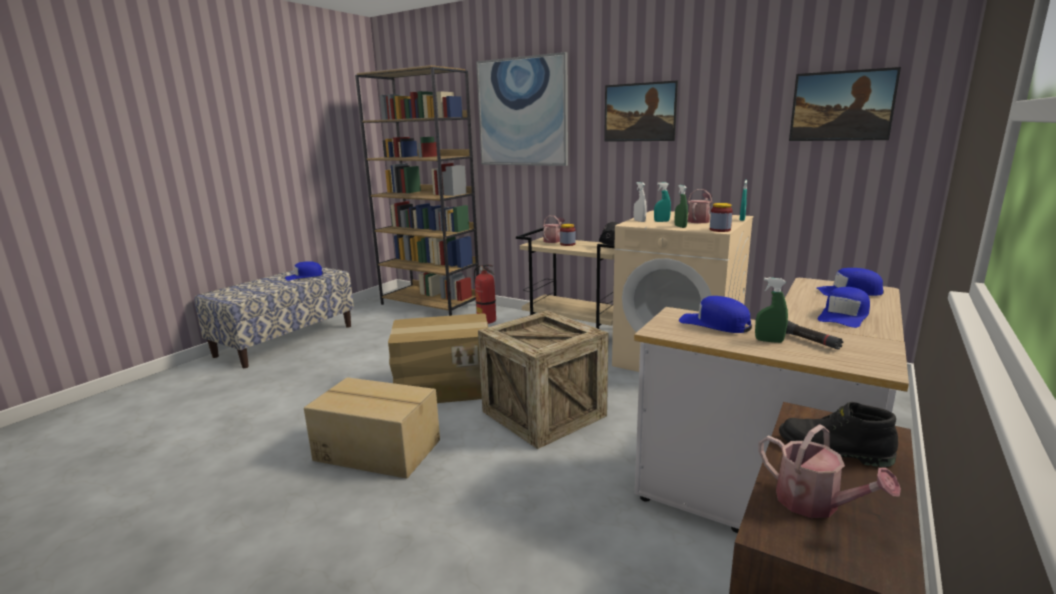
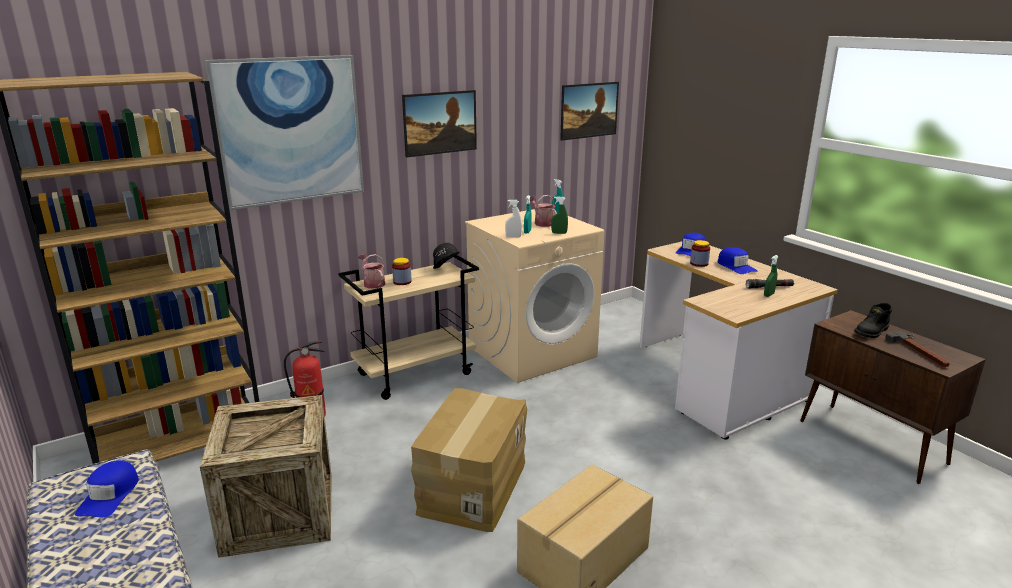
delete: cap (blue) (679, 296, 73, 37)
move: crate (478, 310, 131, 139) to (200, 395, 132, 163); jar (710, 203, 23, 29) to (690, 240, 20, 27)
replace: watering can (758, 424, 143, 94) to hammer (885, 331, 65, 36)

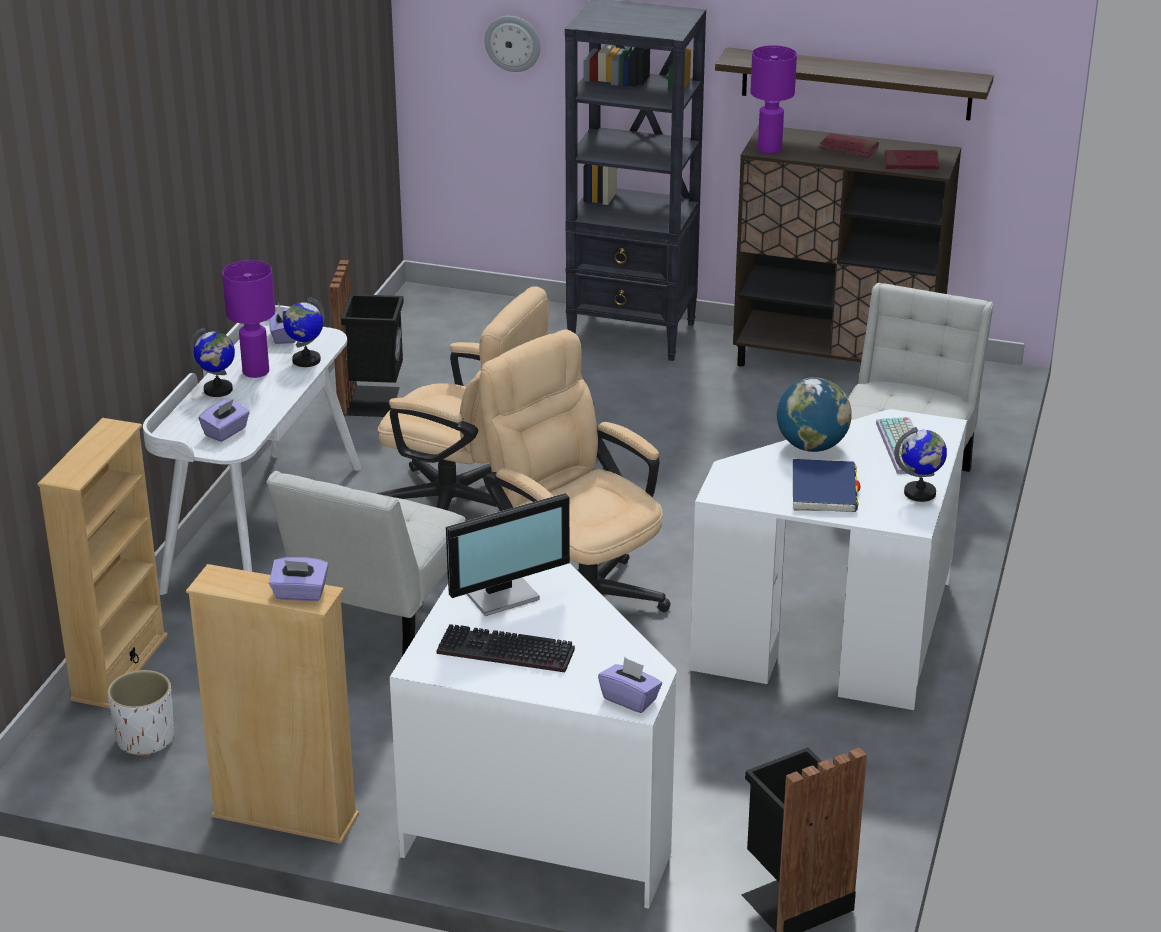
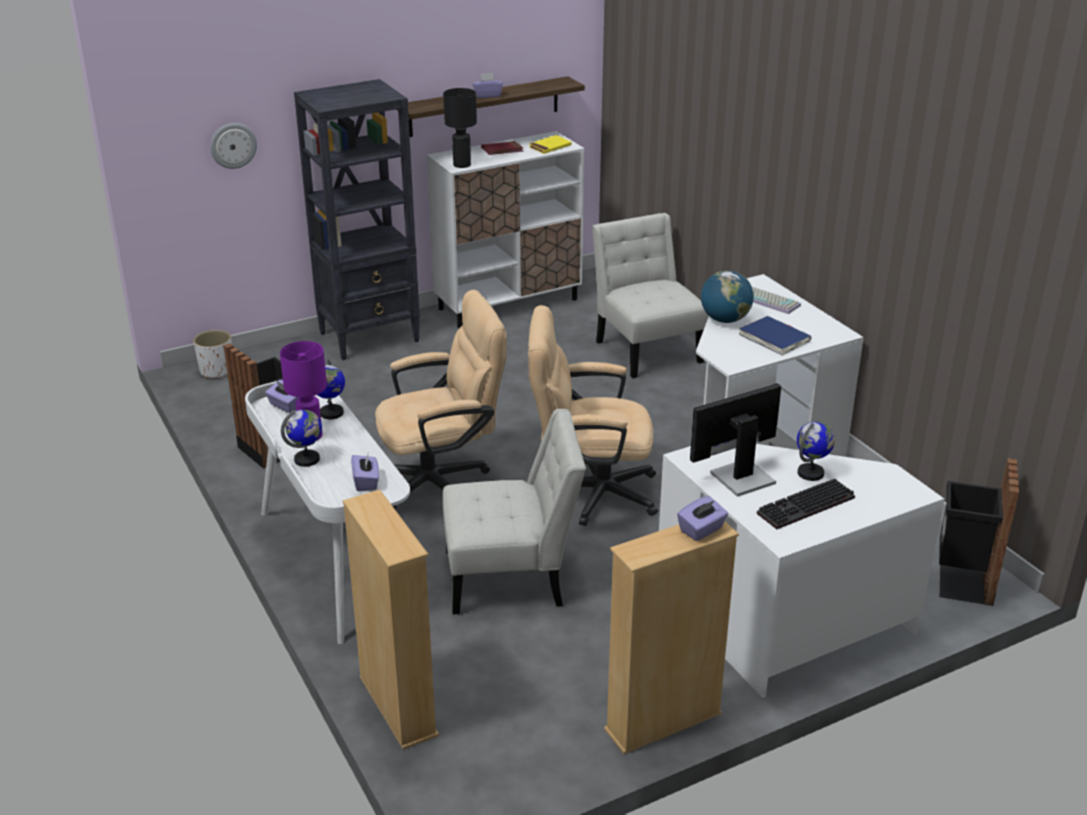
move: planter (white) (107, 670, 67, 87) to (193, 330, 39, 48); tissue box (purple) (598, 657, 64, 56) to (473, 73, 30, 25); globe (894, 427, 53, 75) to (797, 421, 38, 60)
recolor: cabinet (brown) (733, 125, 228, 242) to cabinet (white) (427, 131, 157, 197); table lamp (purple) (750, 45, 47, 109) to table lamp (black) (443, 88, 34, 80); book (red) (885, 150, 54, 20) to book (yellow) (529, 135, 43, 19)
rotate: chair (white) (266, 471, 200, 185) = (443, 409, 143, 206) 75 degrees counterclockwise; monitor (446, 493, 124, 123) = (690, 383, 91, 114) 135 degrees counterclockwise

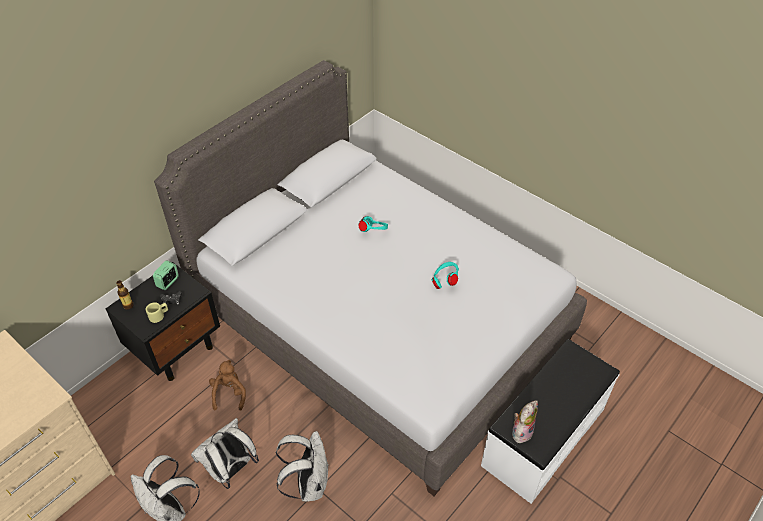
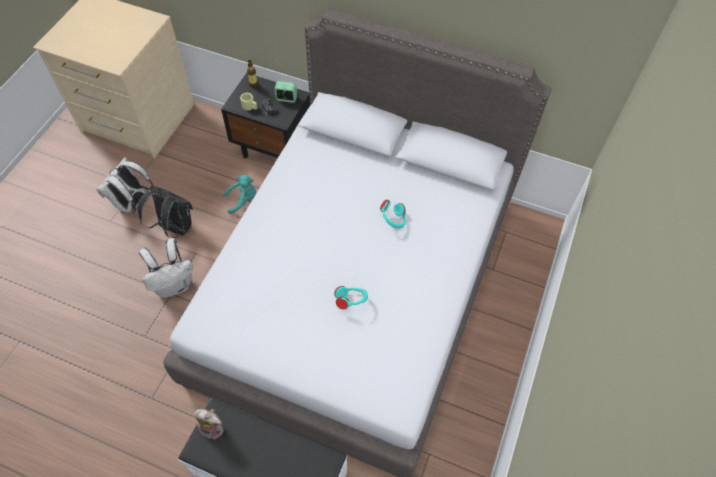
recolor: backpack (white) (191, 418, 68, 71) to backpack (black) (138, 186, 56, 52); plush toy (brown) (209, 360, 37, 50) to plush toy (turquoise) (223, 175, 33, 39)

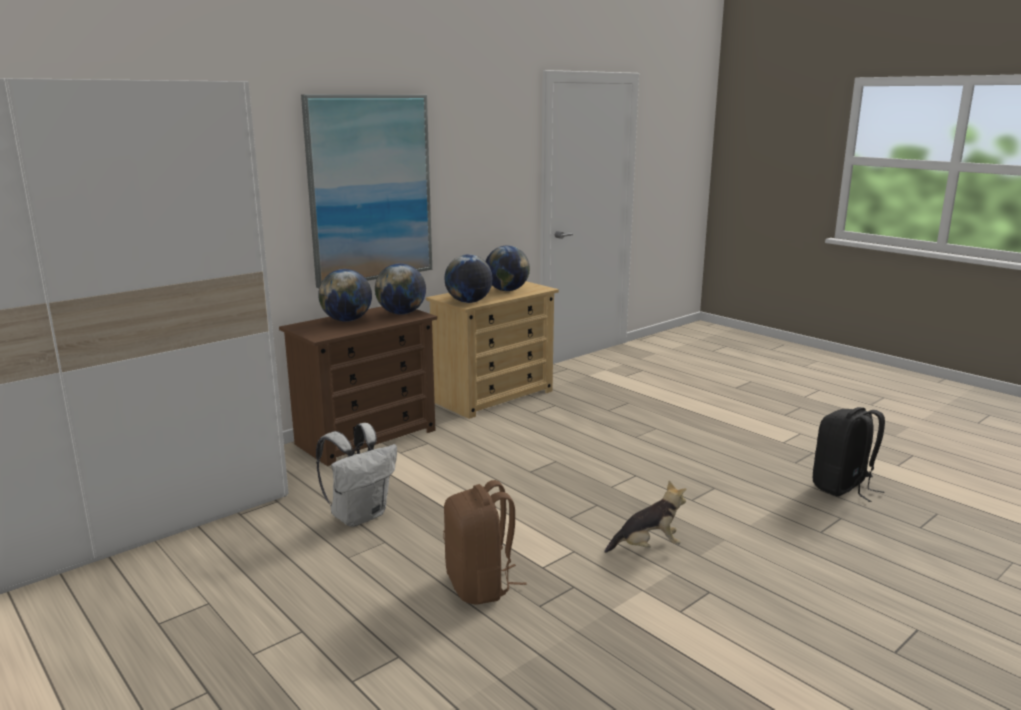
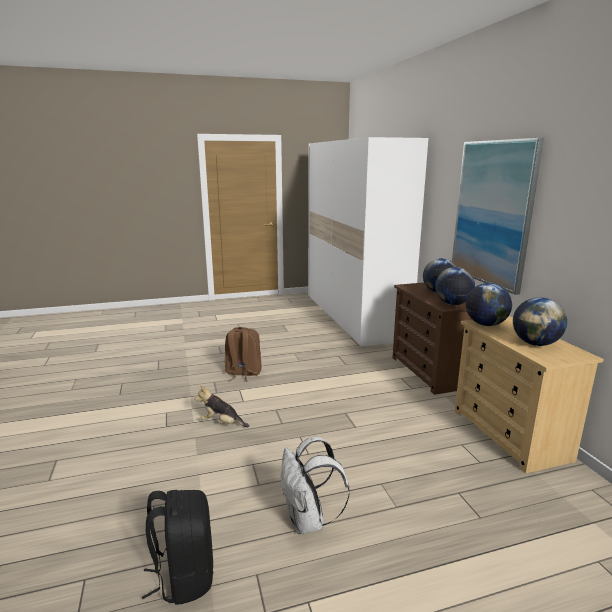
move: backpack (white) (316, 423, 81, 104) to (281, 436, 68, 98)
rotate: plush toy (604, 481, 82, 72) = (195, 385, 55, 42) 90 degrees clockwise

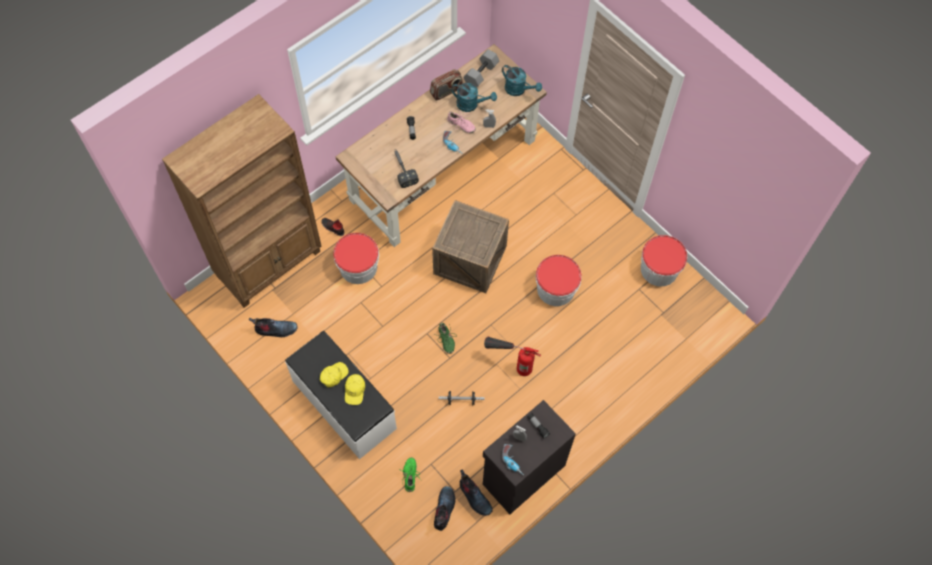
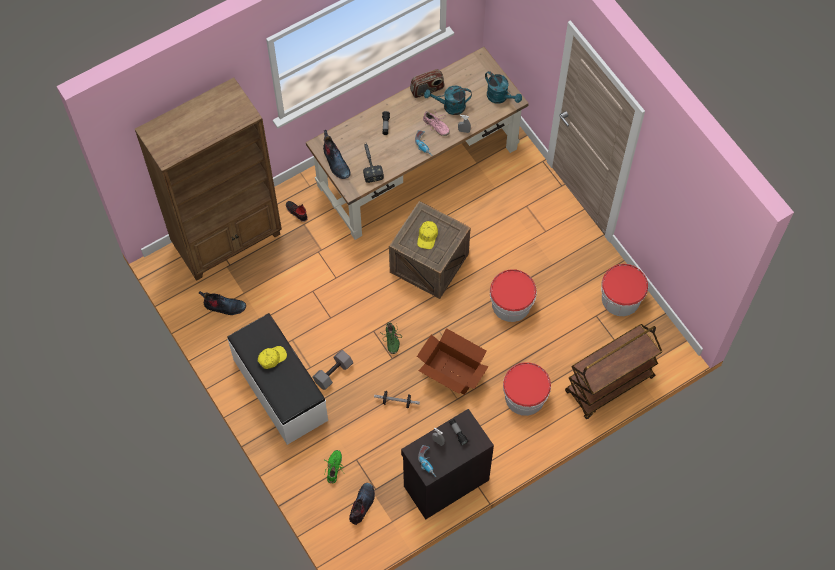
insert: cart (brown) (565, 324, 97, 95)
move: bucket (333, 233, 46, 51) to (503, 362, 48, 54); cap (yellow) (345, 374, 20, 31) to (417, 221, 21, 28); boot (460, 469, 33, 47) to (323, 130, 28, 49); dumbbell (grey) (463, 49, 36, 39) to (312, 350, 42, 40)
replace: fire extinguisher (484, 337, 57, 39) to cardboard box (417, 328, 72, 67)
rotate: watering can (turquoise) (451, 83, 46, 29) = (424, 86, 48, 29) 150 degrees clockwise

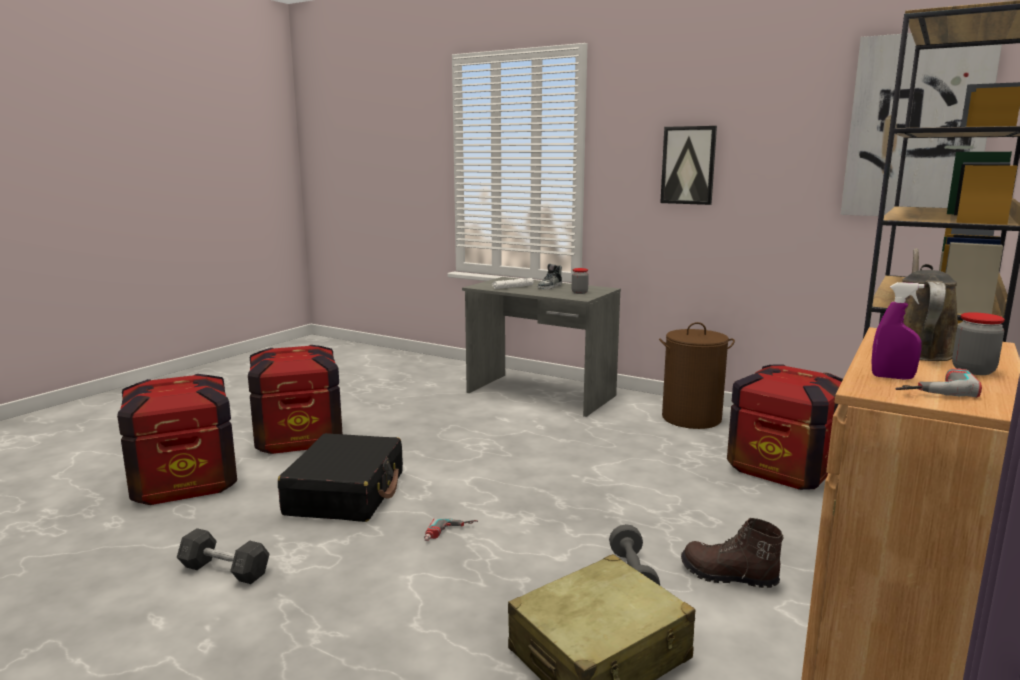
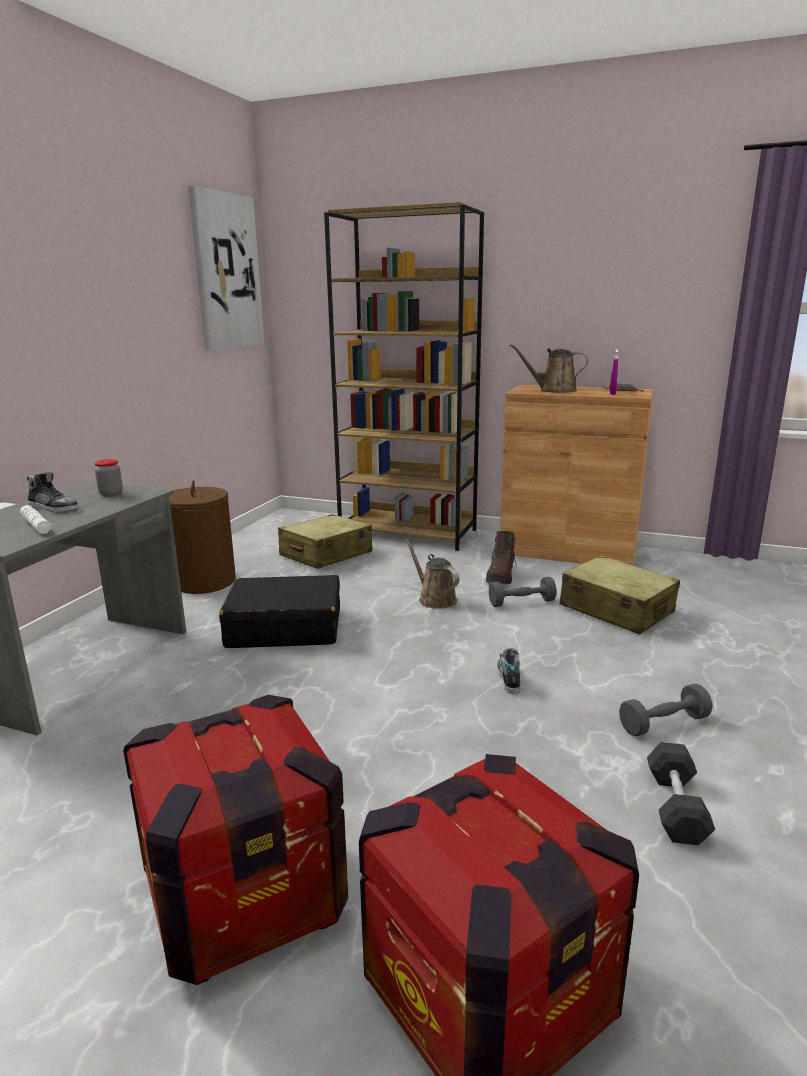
delete: picture (660, 126, 57, 79); jar (952, 312, 53, 63)
insert: watering can (brown) (405, 540, 55, 69); dumbbell (grey) (619, 684, 93, 52)
move: suitcase (black) (278, 433, 125, 89) to (219, 575, 121, 73)
replace: power drill (424, 518, 54, 23) to shoe (497, 648, 24, 46); crate (727, 364, 116, 126) to suitcase (beige) (278, 514, 94, 55)

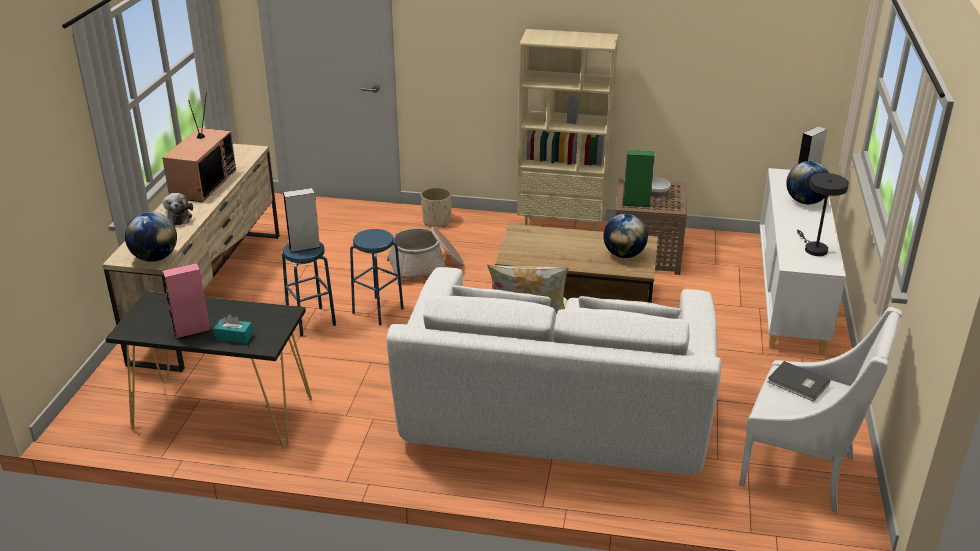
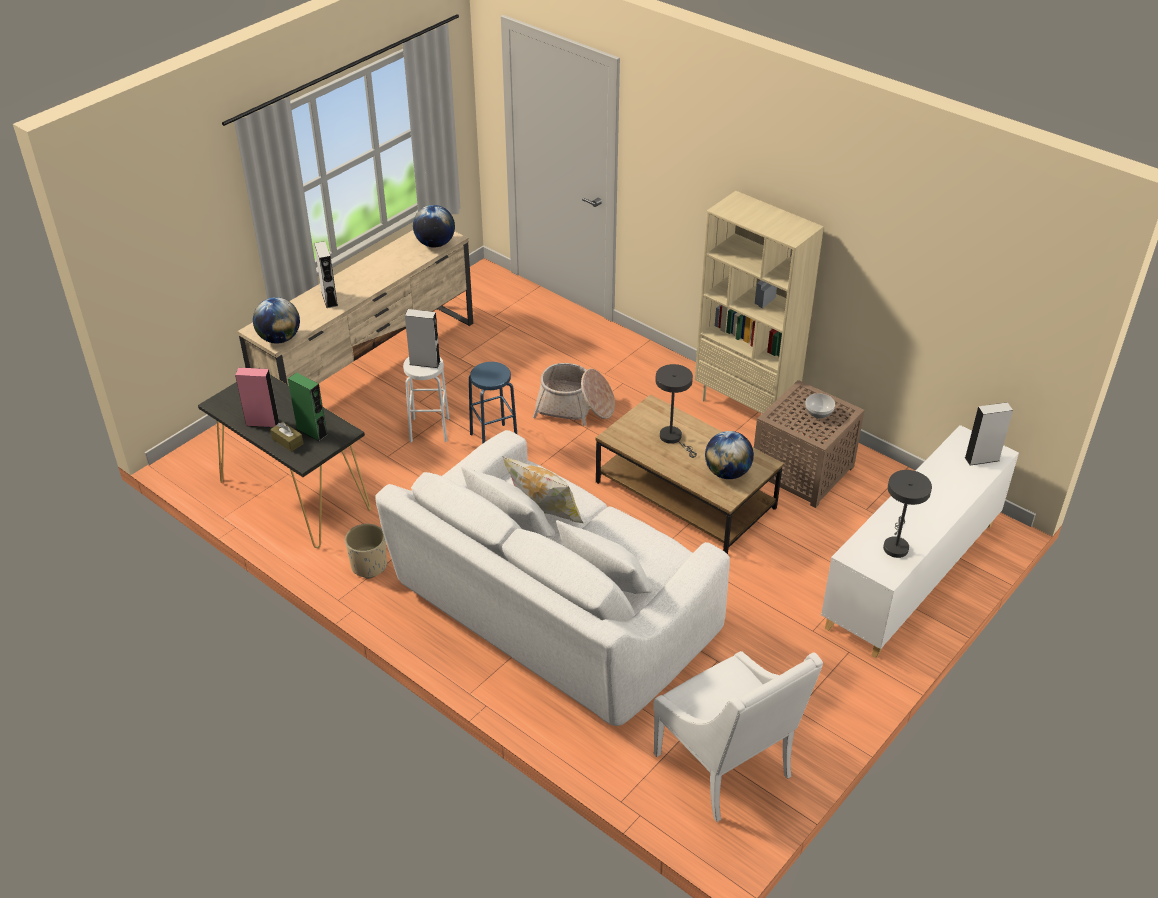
delete: television (162, 92, 74, 110); book (grey) (767, 361, 63, 41)
insert: table lamp (grey) (655, 364, 42, 94)
move: planter (beige) (421, 187, 31, 40) to (345, 524, 42, 55); speaker (green) (623, 150, 31, 57) to (288, 372, 39, 69); globe (786, 161, 43, 43) to (413, 205, 42, 43)
replace: plush toy (163, 193, 30, 33) to speaker (grey) (314, 241, 24, 67)
recolor: tissue box (turquoise) (214, 314, 39, 30) to tissue box (brown) (270, 422, 33, 30); stool (blue) (282, 241, 54, 95) to stool (white) (403, 357, 47, 85)

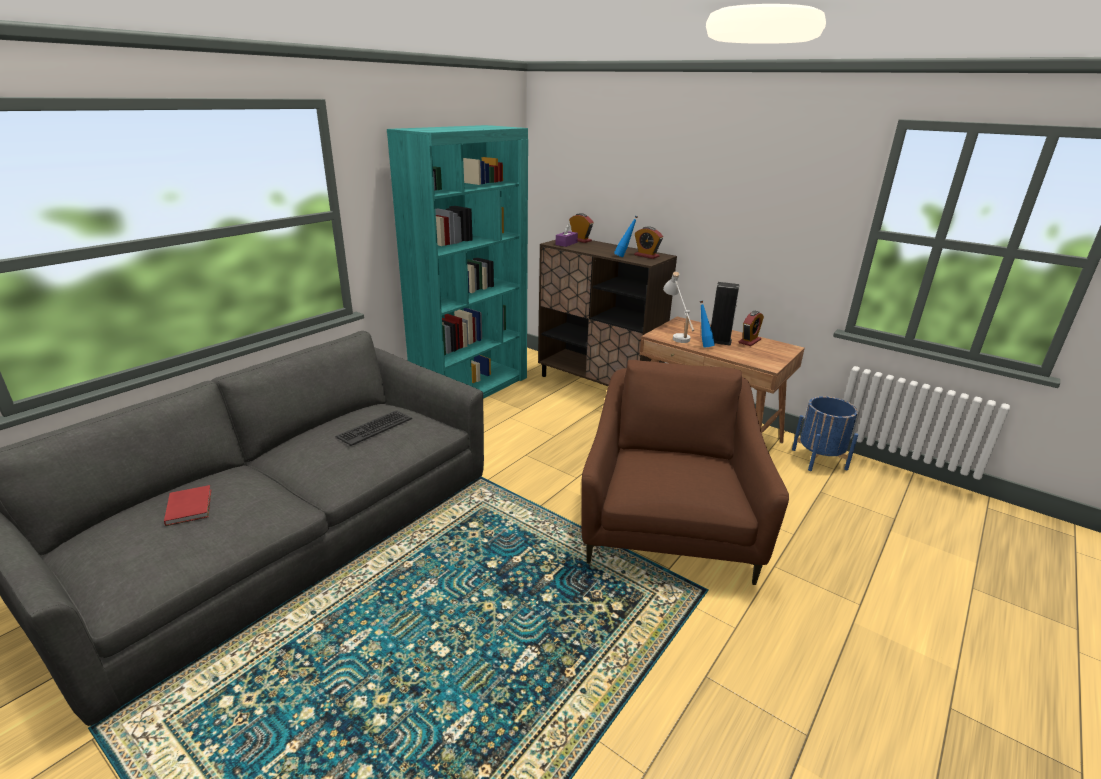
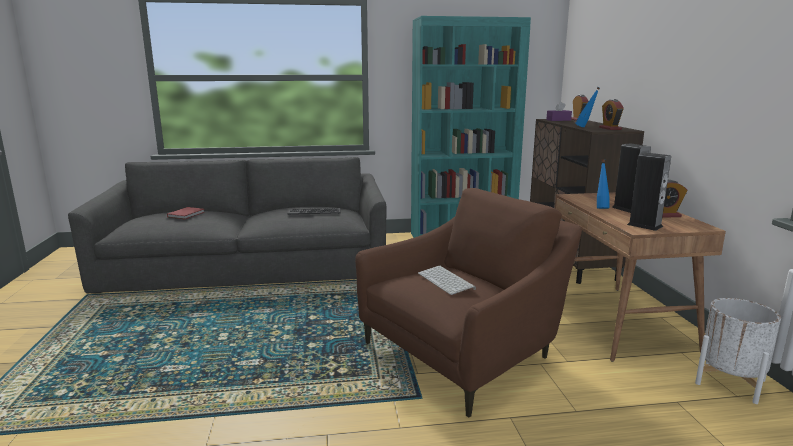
delete: table lamp (white) (663, 272, 31, 71)
insert: keyboard (418, 266, 58, 29); speaker (627, 152, 44, 79)
recolor: planter (blue) (792, 396, 66, 75) to planter (white) (695, 298, 86, 106)

